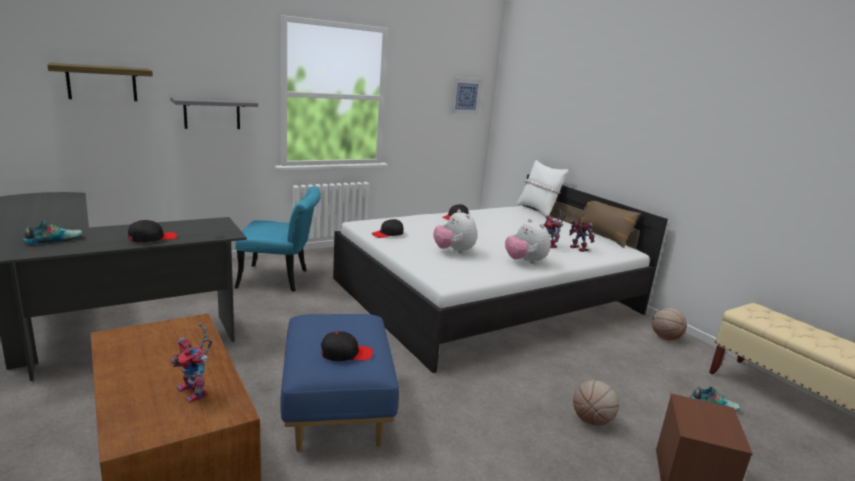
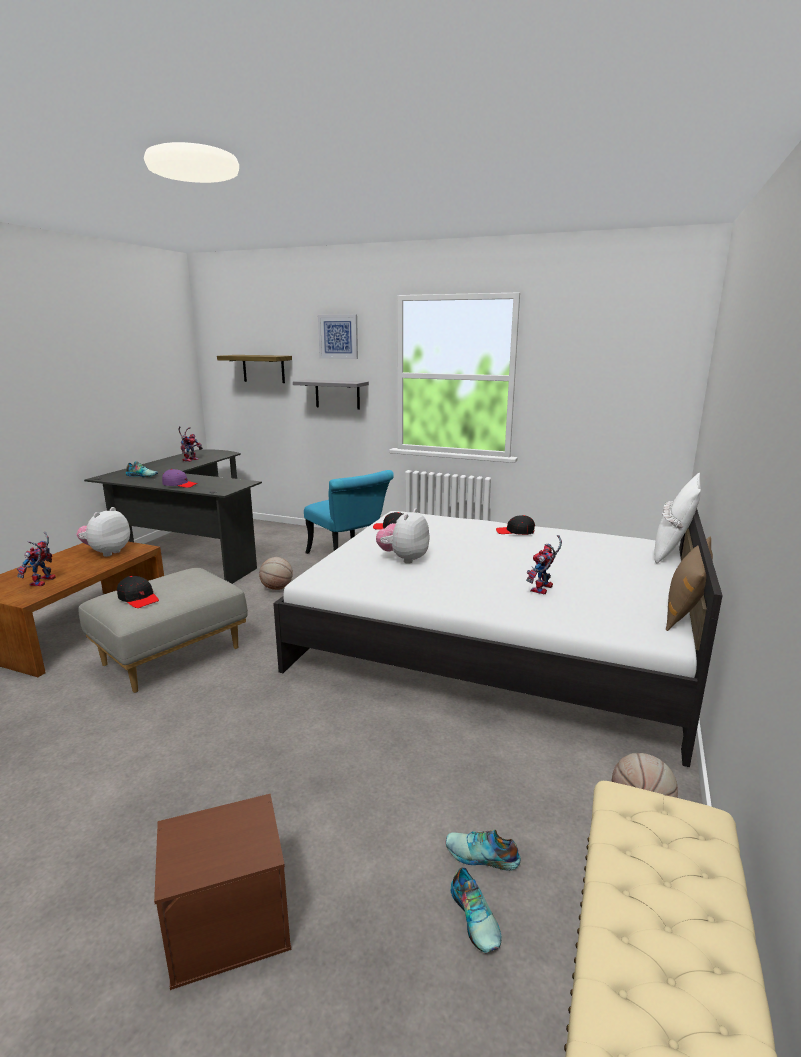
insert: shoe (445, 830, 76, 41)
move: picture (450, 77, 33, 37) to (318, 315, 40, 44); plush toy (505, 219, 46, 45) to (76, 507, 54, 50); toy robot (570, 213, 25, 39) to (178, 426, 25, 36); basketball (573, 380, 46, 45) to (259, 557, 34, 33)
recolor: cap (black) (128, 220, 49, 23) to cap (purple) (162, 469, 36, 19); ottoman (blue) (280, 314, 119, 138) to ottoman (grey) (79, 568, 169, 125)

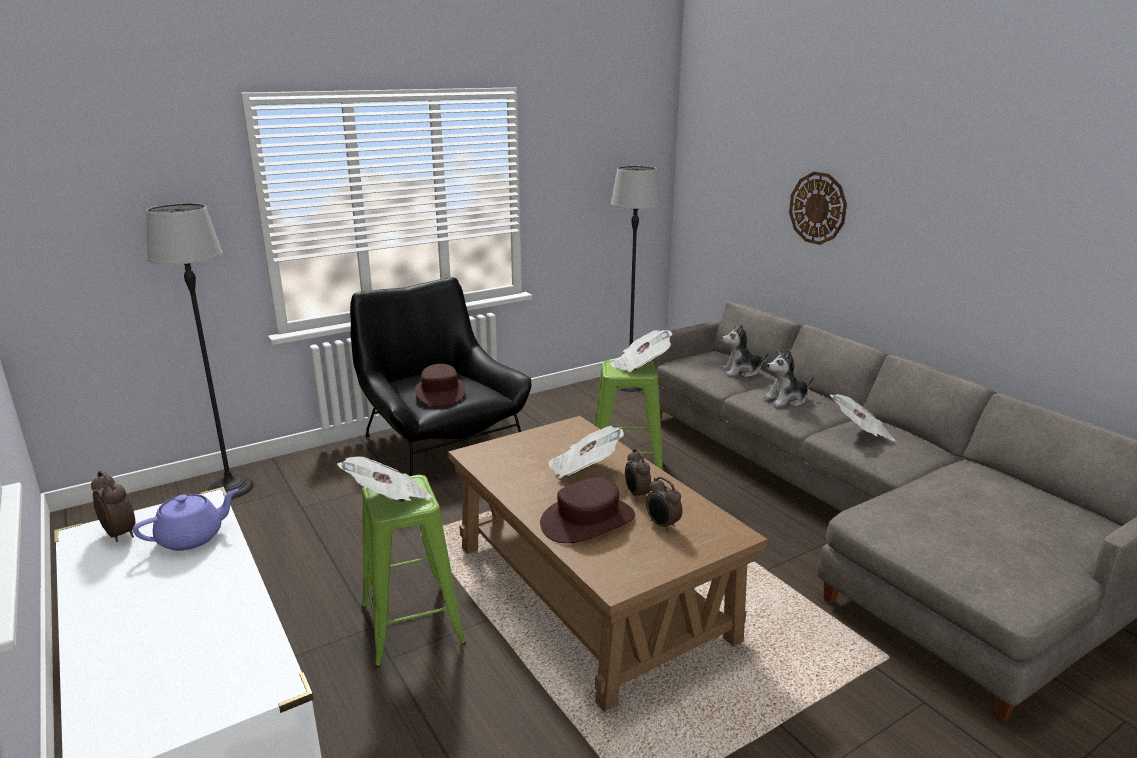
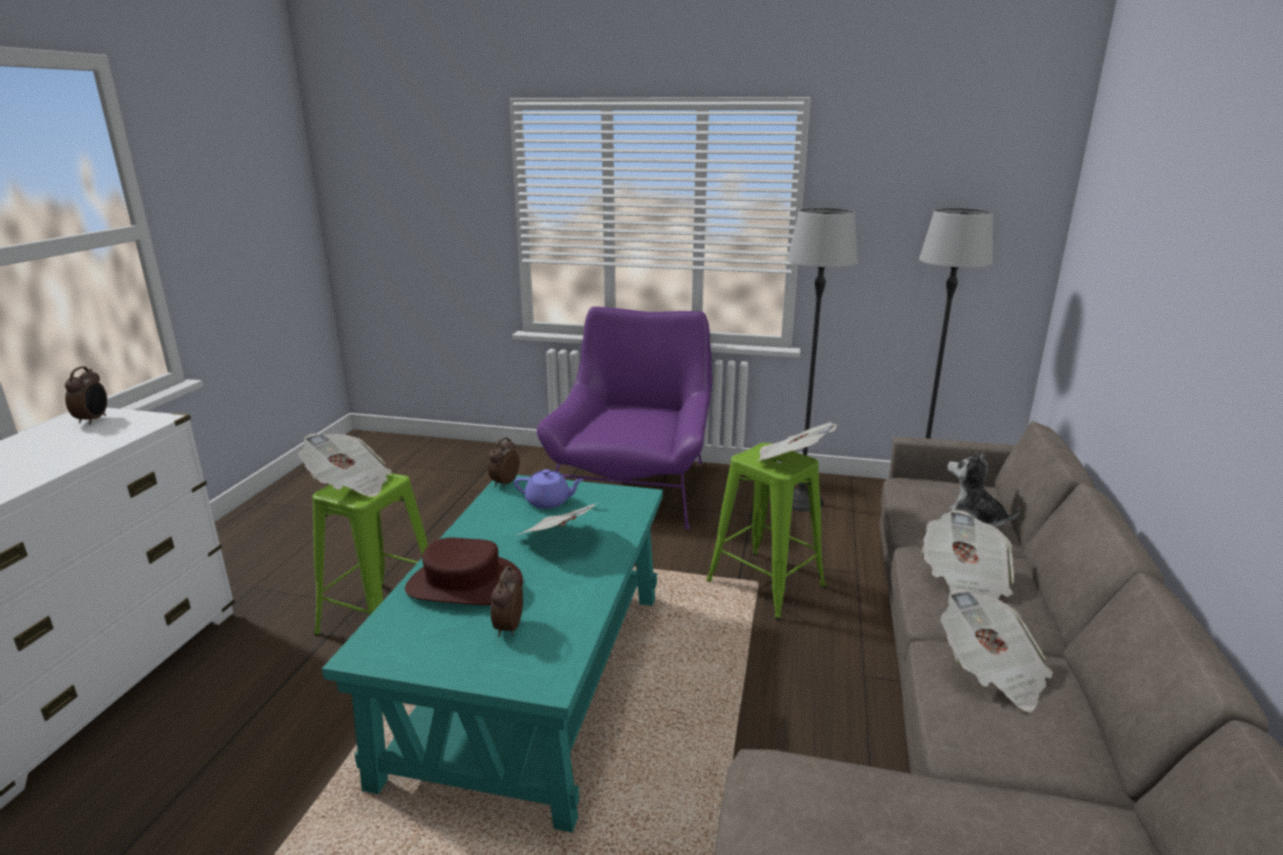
delete: hat (brown) (415, 364, 50, 43); wall clock (789, 172, 58, 73)
move: teapot (purple) (133, 489, 106, 62) to (514, 469, 70, 40); floor lamp (146, 203, 108, 296) to (787, 208, 71, 303); alarm clock (625, 449, 26, 52) to (488, 437, 32, 51)
replace: plush toy (763, 350, 51, 57) to newspaper (921, 510, 93, 89)
recolor: armchair (black) (350, 277, 181, 199) to armchair (purple) (537, 307, 175, 222); coffee table (brown) (448, 416, 320, 296) to coffee table (turquoise) (322, 475, 341, 358)

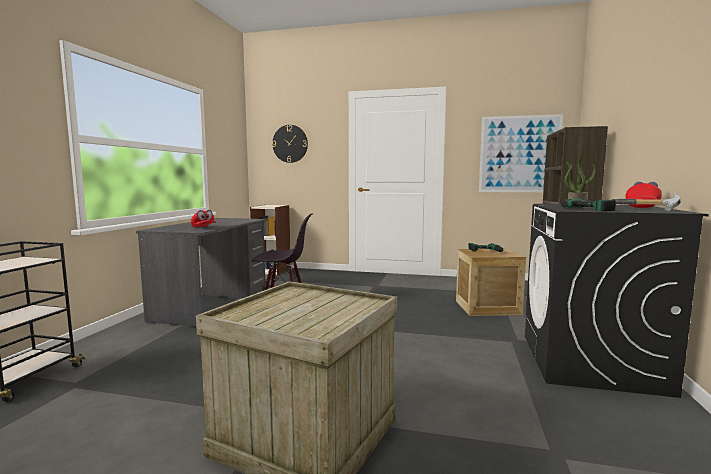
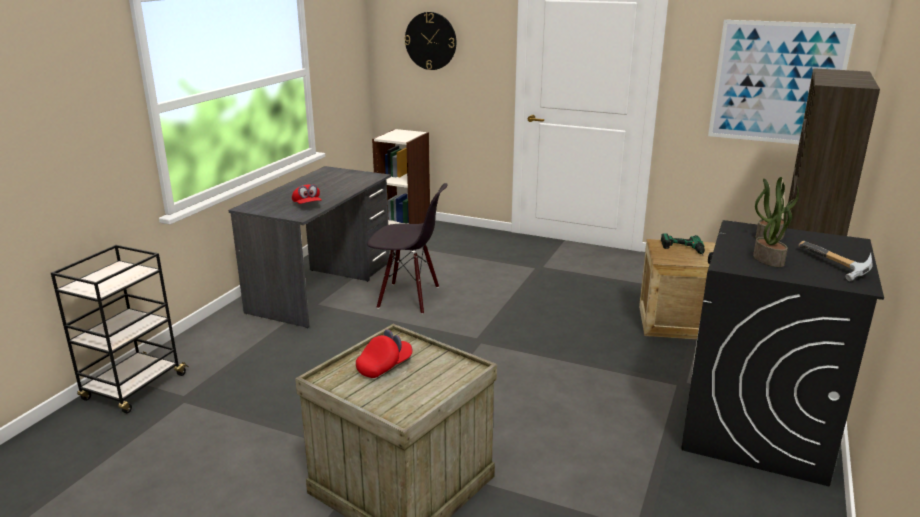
move: cap (red) (625, 182, 37, 26) to (356, 329, 57, 49)
replace: power drill (561, 198, 55, 13) to potted plant (753, 197, 41, 70)

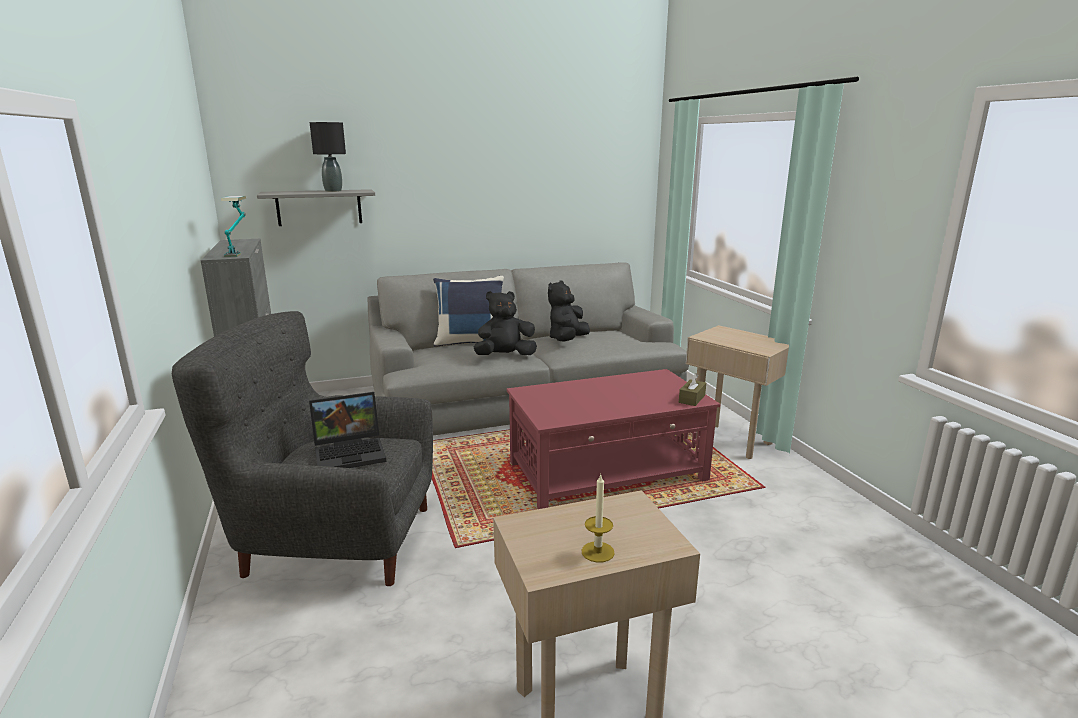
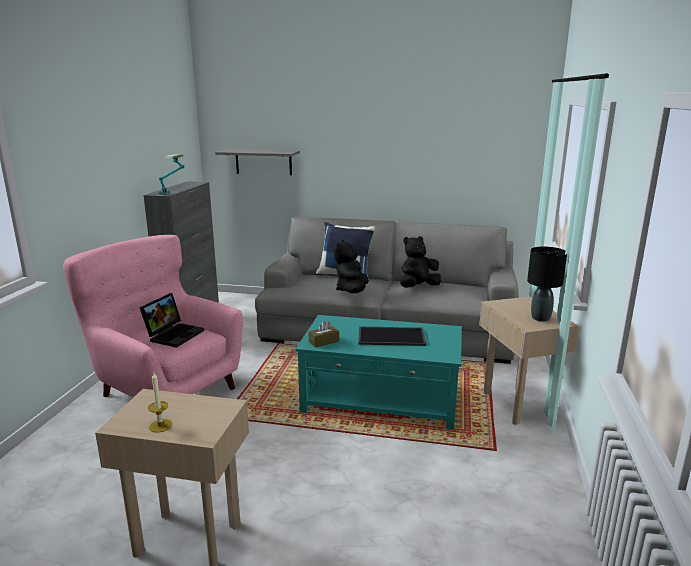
insert: tray (358, 326, 68, 20)
move: table lamp (black) (310, 122, 36, 70) to (527, 246, 40, 76); tissue box (brown) (679, 373, 27, 33) to (309, 321, 30, 26)
recolor: armchair (grey) (172, 311, 261, 275) to armchair (pink) (63, 235, 180, 163); coffee table (red) (507, 369, 213, 140) to coffee table (turquoise) (295, 315, 167, 115)
rotate: laptop (309, 392, 77, 76) = (139, 293, 65, 55) 75 degrees counterclockwise; plush toy (black) (474, 291, 63, 64) = (334, 240, 35, 53) 90 degrees counterclockwise

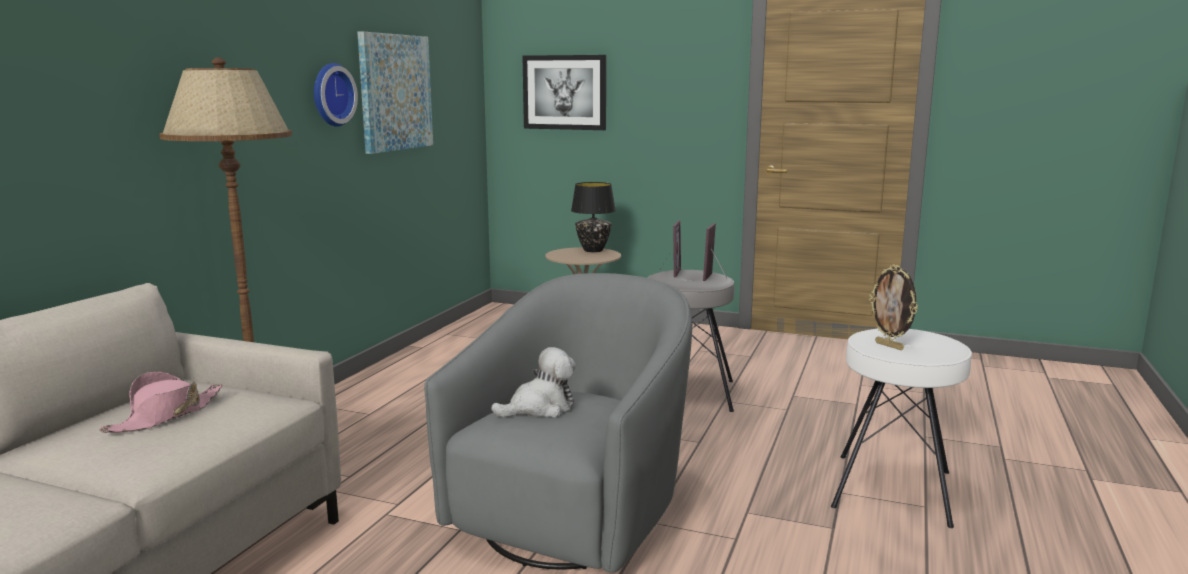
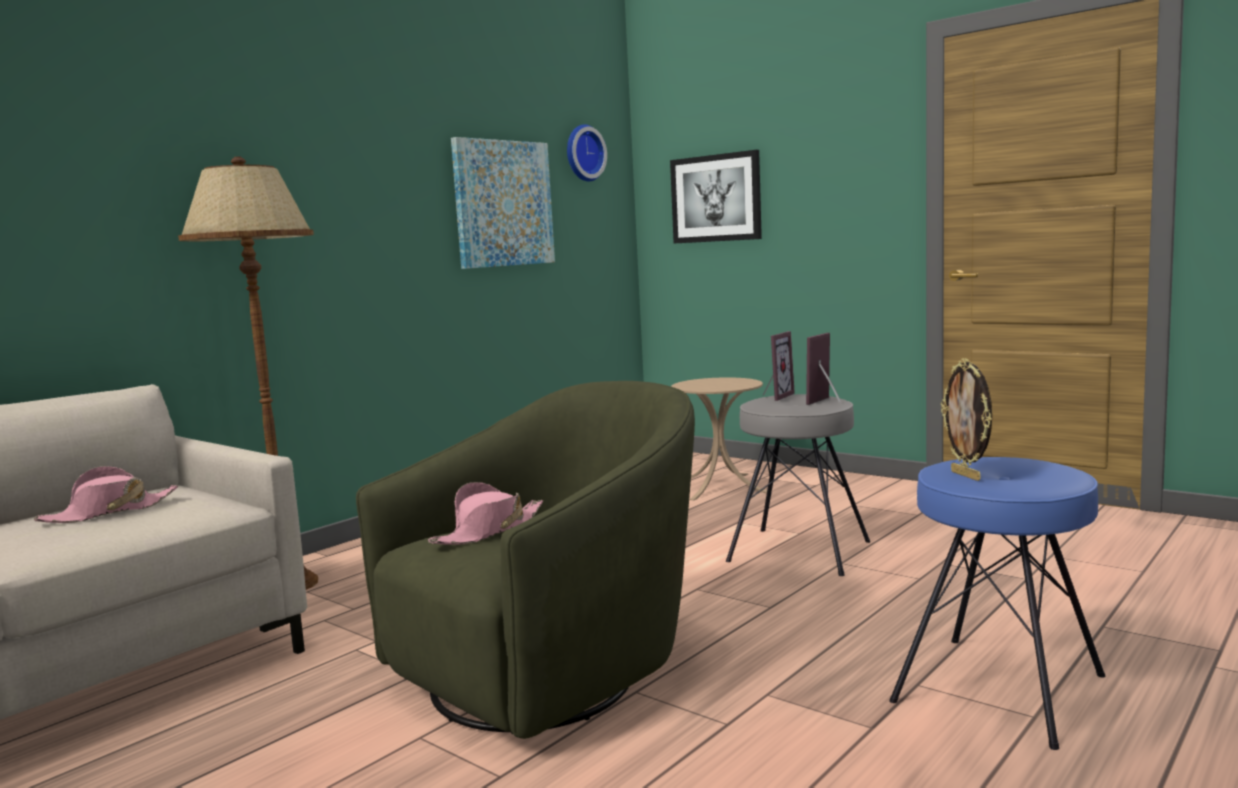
delete: table lamp (black) (571, 182, 45, 70)
move: wall clock (314, 63, 44, 64) to (567, 124, 40, 57)
replace: plush toy (491, 347, 85, 70) to hat (pink) (428, 482, 115, 63)
recolor: armchair (grey) (424, 273, 268, 300) to armchair (green) (356, 381, 339, 358); stool (white) (831, 329, 141, 199) to stool (blue) (889, 457, 217, 293)

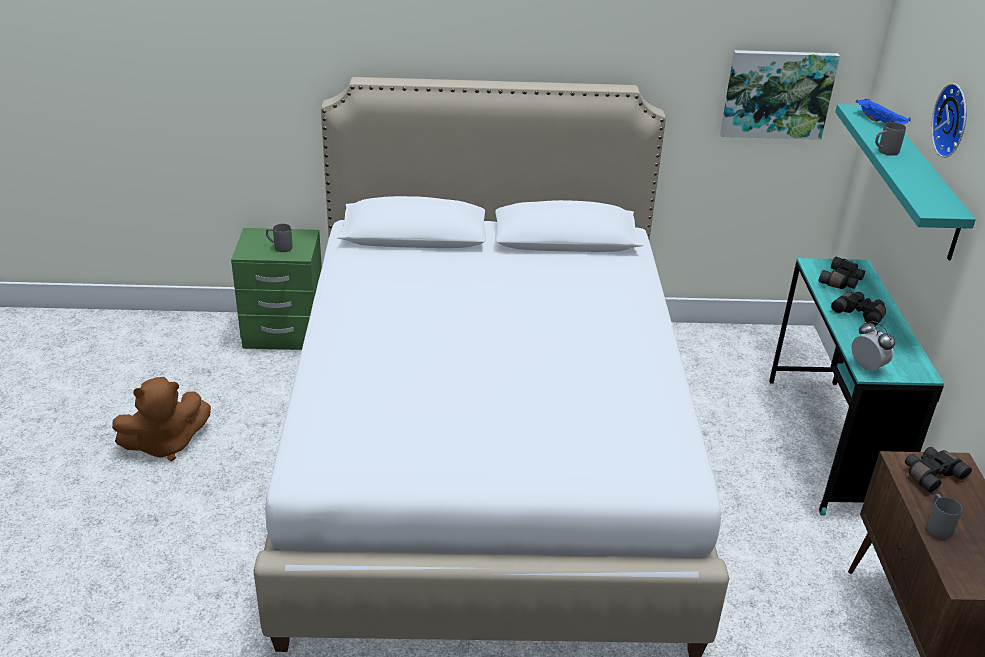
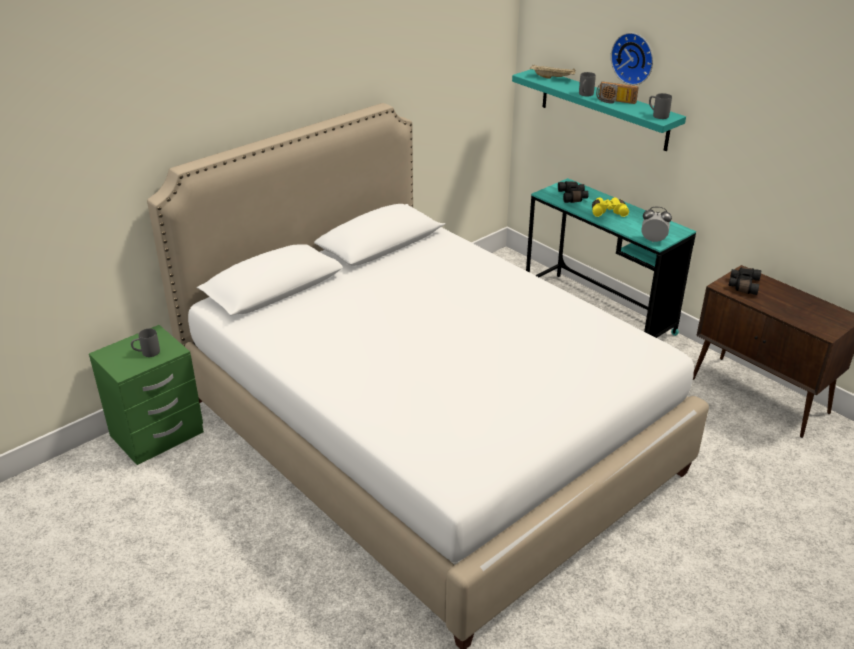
delete: plush toy (brown) (112, 377, 99, 84); picture (720, 50, 120, 90)
insert: radio (596, 82, 43, 22)
move: mug (grey) (927, 494, 35, 45) to (649, 93, 23, 26)
recolor: binoculars (black) (831, 292, 55, 34) to binoculars (yellow) (592, 197, 37, 20); tray (blue) (856, 99, 55, 25) to tray (beige) (530, 65, 45, 14)

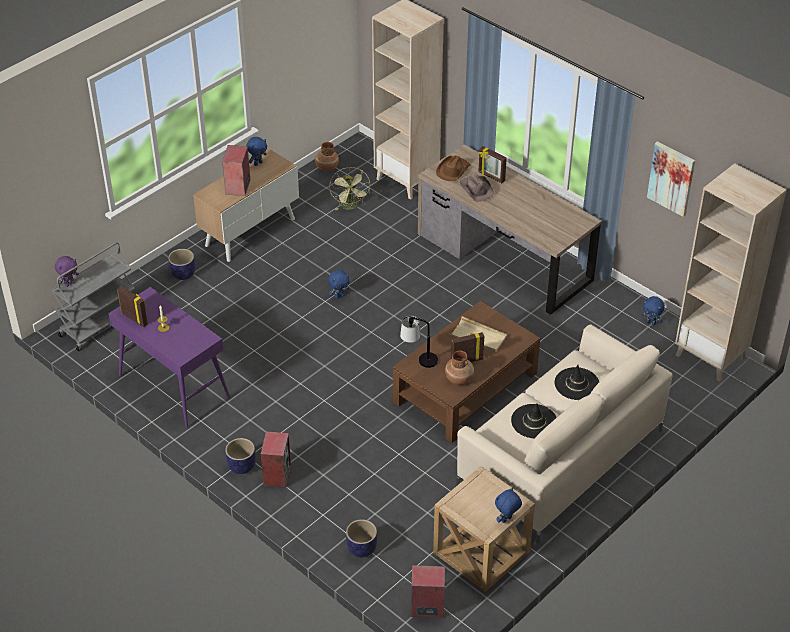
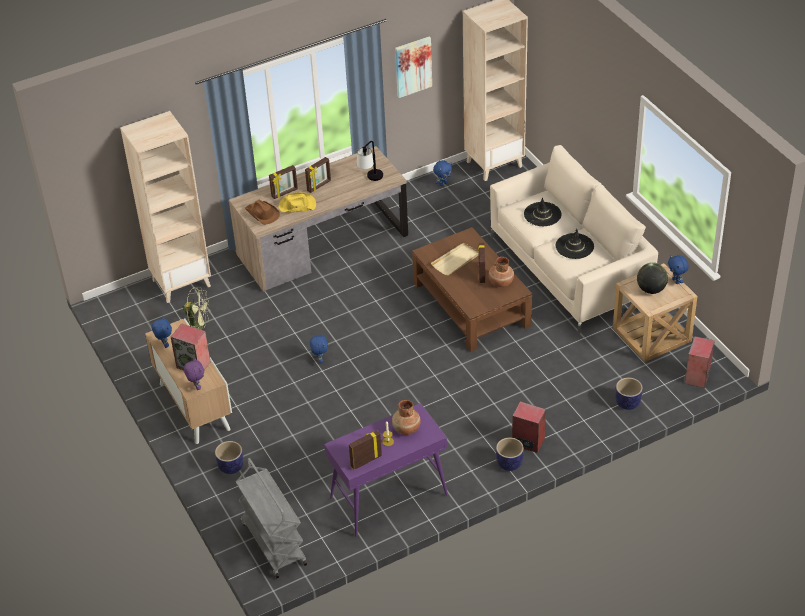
insert: picture frame (305, 157, 26, 36); globe (637, 262, 31, 32)
move: plush toy (purple) (55, 256, 24, 31) to (183, 358, 21, 32); vase (brown) (315, 142, 24, 30) to (392, 400, 29, 35); table lamp (400, 316, 38, 52) to (357, 141, 26, 40)
recolor: hat (brown) (459, 174, 35, 28) to hat (yellow) (279, 192, 37, 21)

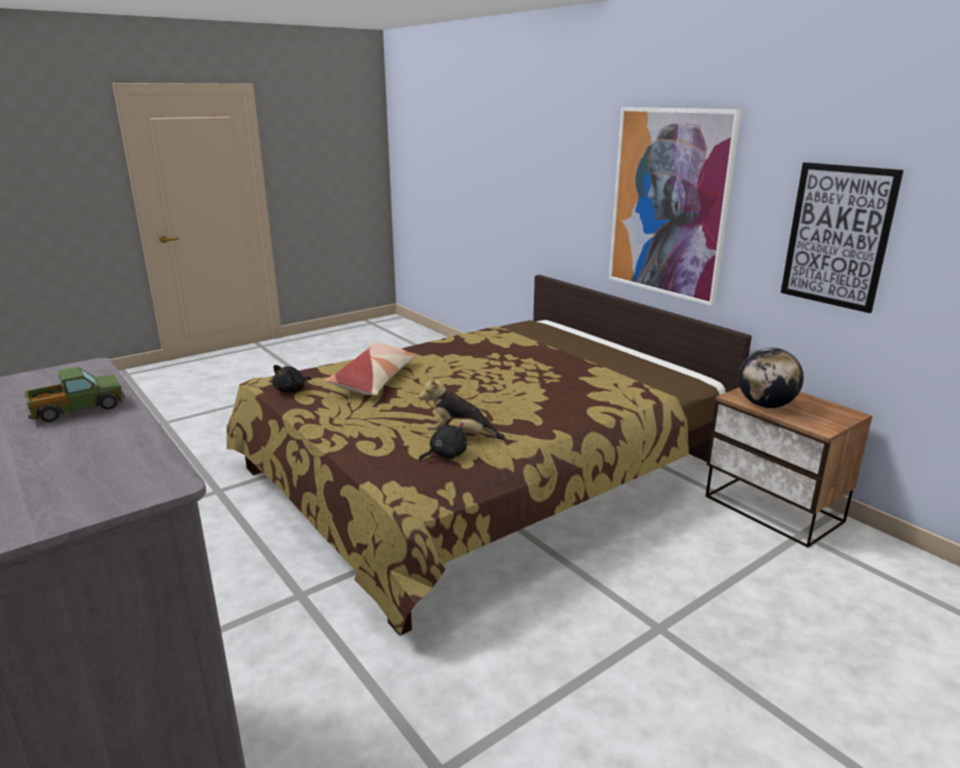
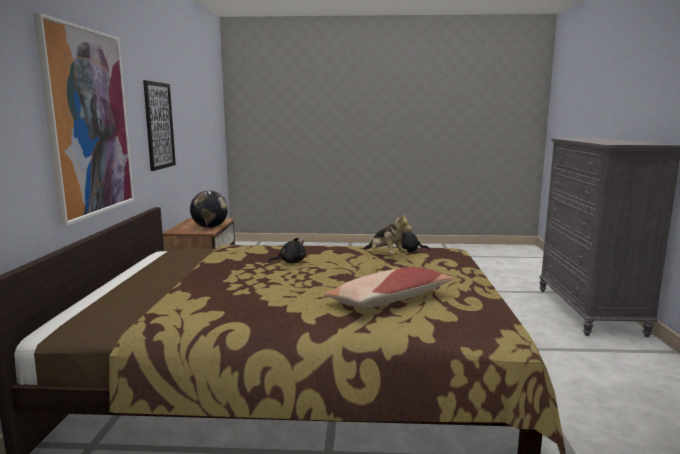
delete: toy truck (24, 367, 101, 55)
move: plush toy (black) (272, 365, 39, 27) to (269, 238, 37, 25)

